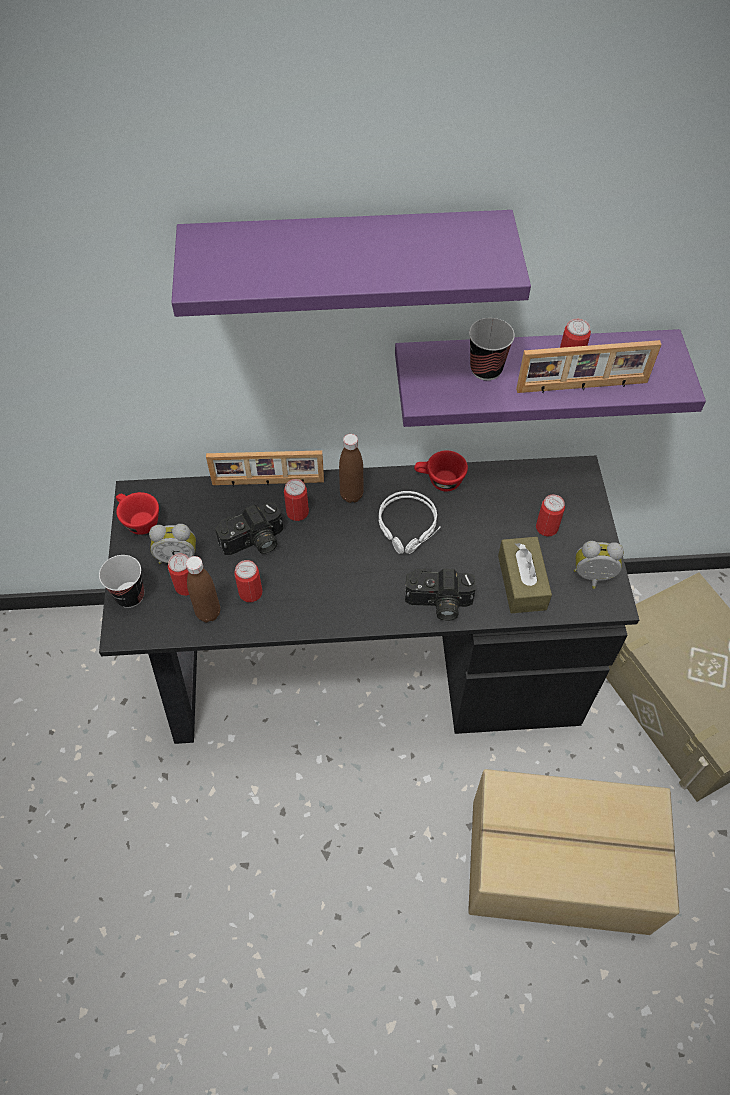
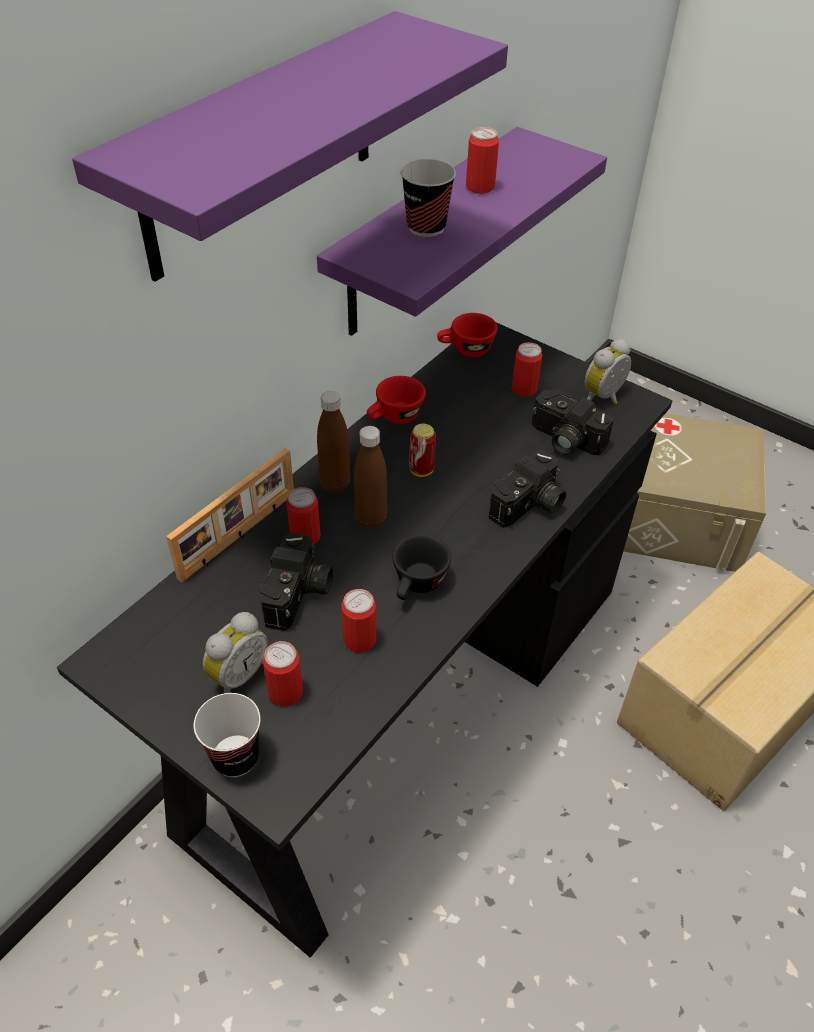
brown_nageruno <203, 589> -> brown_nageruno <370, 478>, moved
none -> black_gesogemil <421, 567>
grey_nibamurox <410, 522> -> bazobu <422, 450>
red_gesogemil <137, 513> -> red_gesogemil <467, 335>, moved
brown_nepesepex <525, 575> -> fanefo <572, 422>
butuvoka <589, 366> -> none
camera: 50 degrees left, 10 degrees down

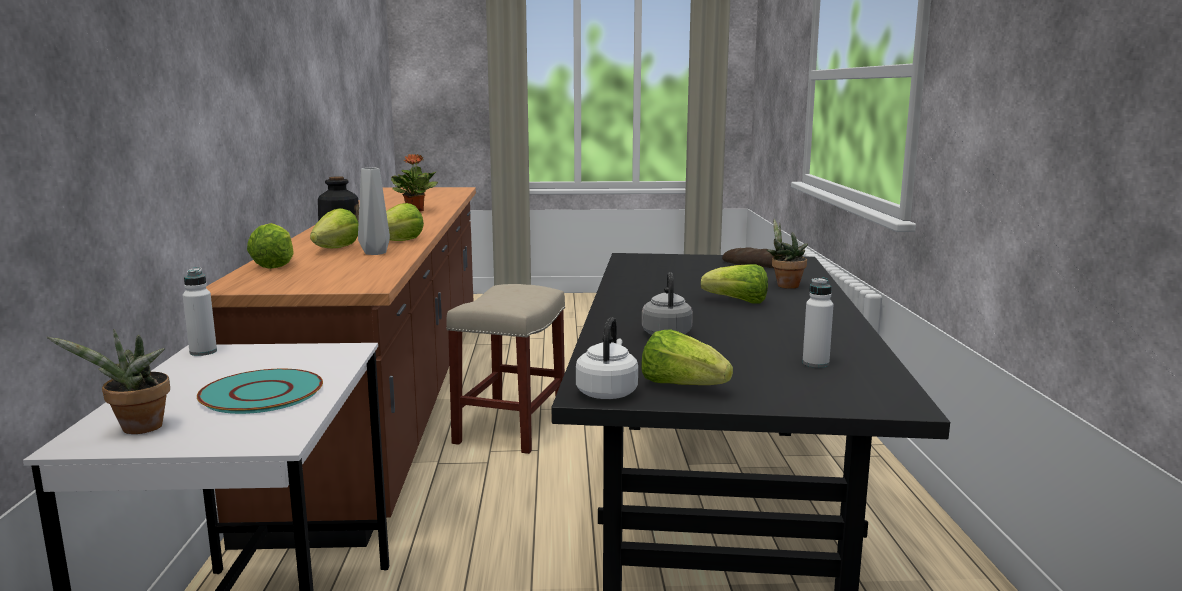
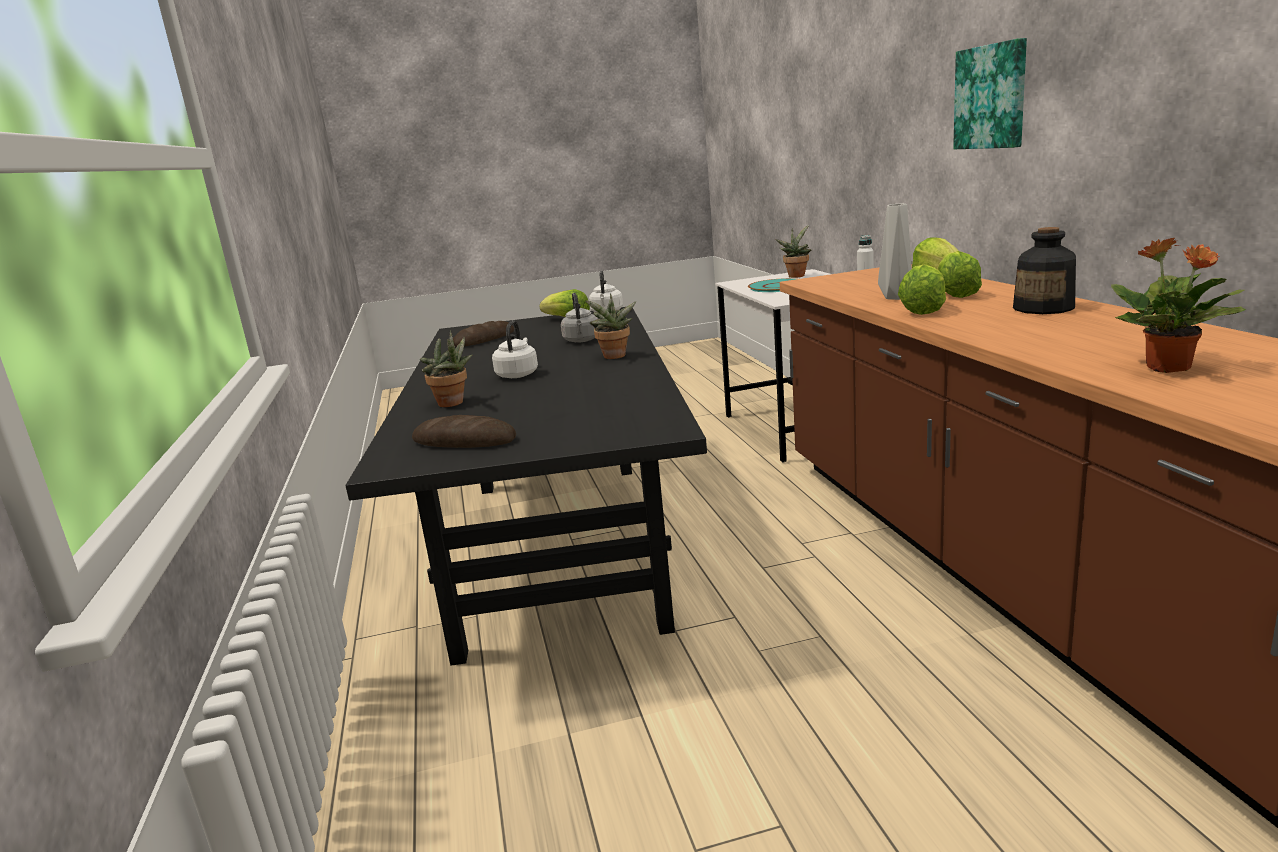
white_nageruno <818, 322> -> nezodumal <483, 334>
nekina <734, 283> -> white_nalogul <515, 349>
none -> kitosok <611, 326>
none -> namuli <990, 93>
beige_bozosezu <505, 369> -> none
camera: 170 degrees right, 5 degrees up

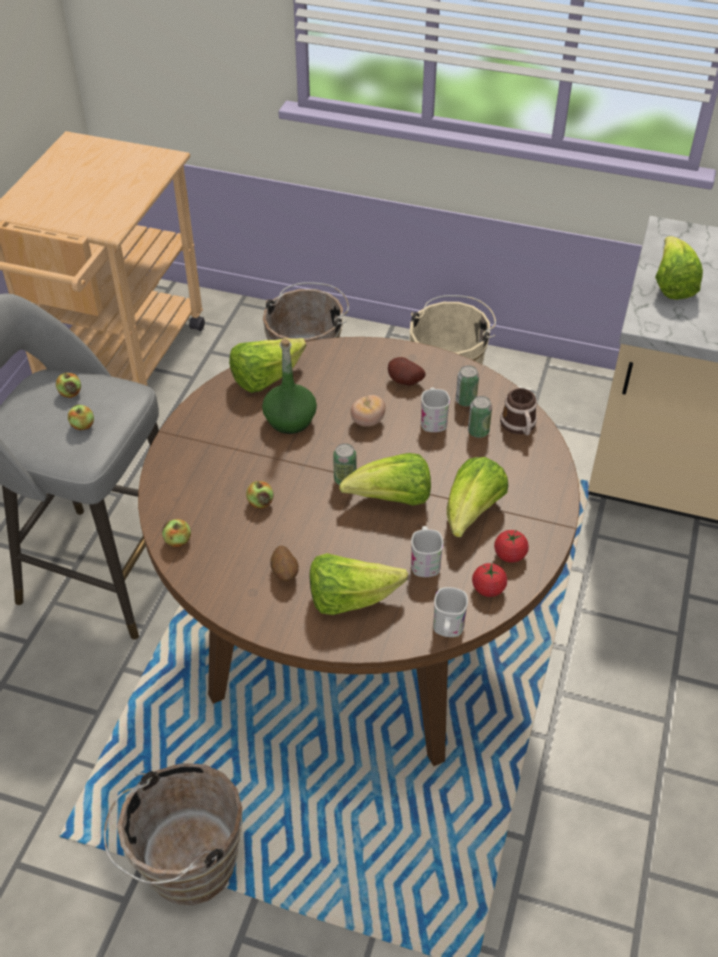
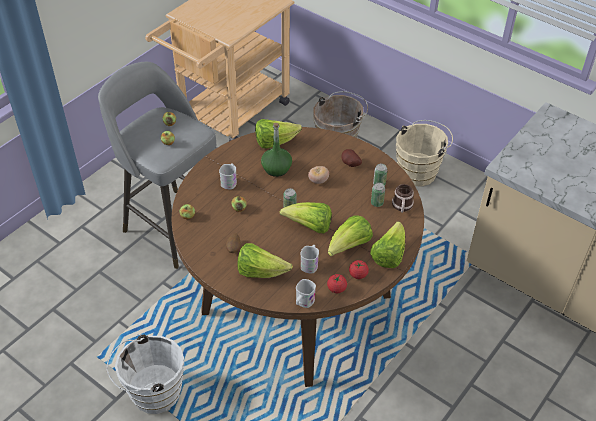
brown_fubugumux <173, 834> -> white_fubugumux <145, 374>
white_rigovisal <435, 410> -> white_rigovisal <228, 176>, moved
nekina <679, 268> -> nekina <387, 244>, moved
camera: 20 degrees right, 0 degrees up

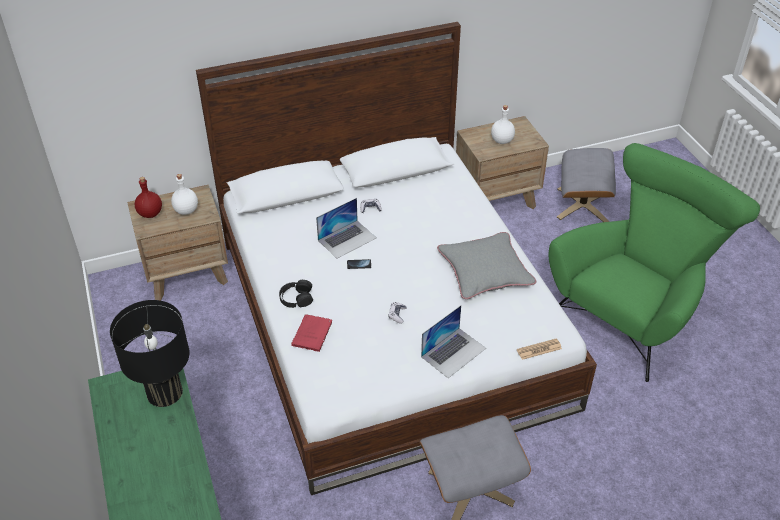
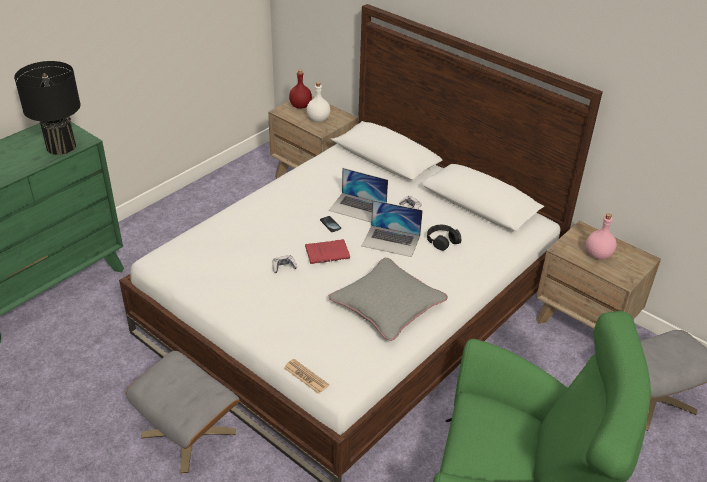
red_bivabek <311, 333> -> red_bivabek <327, 251>, moved
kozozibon <453, 341> -> kozozibon <392, 228>, moved
black_nibamurox <296, 294> -> black_nibamurox <444, 238>, moved
white_nageruno <503, 124> -> pink_nageruno <601, 237>
camera: 60 degrees right, 5 degrees down

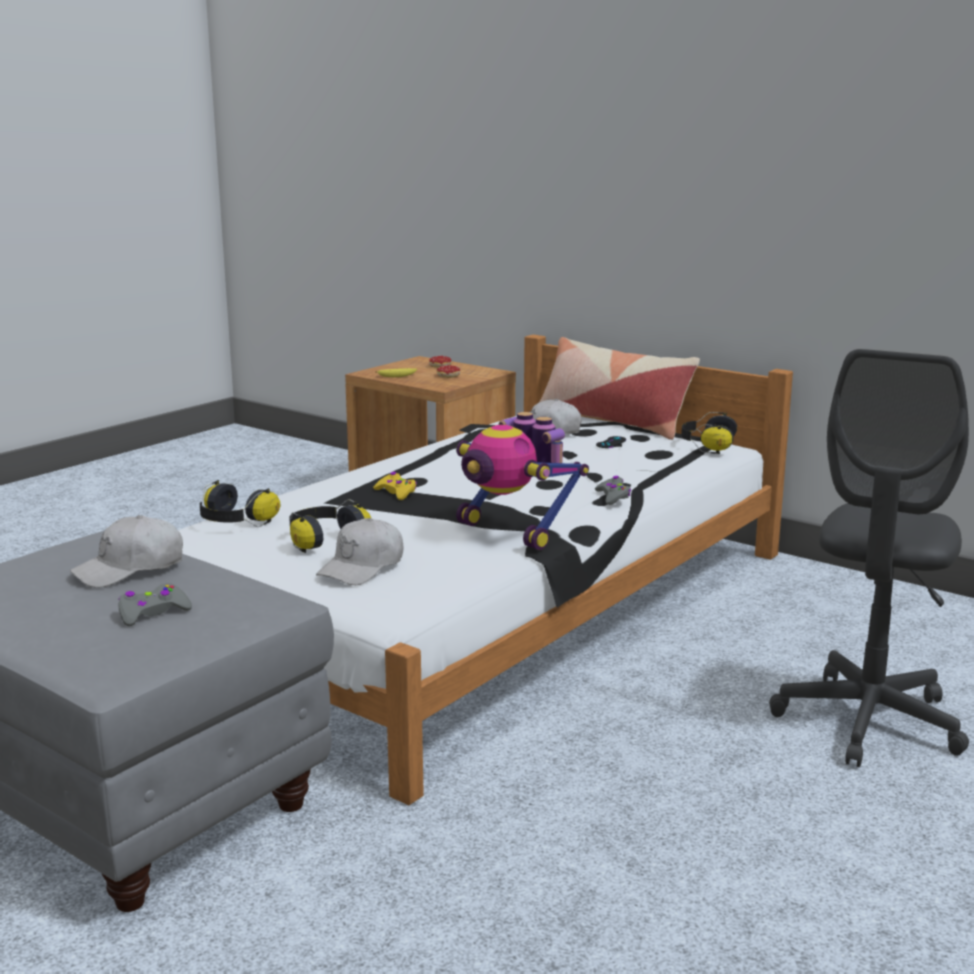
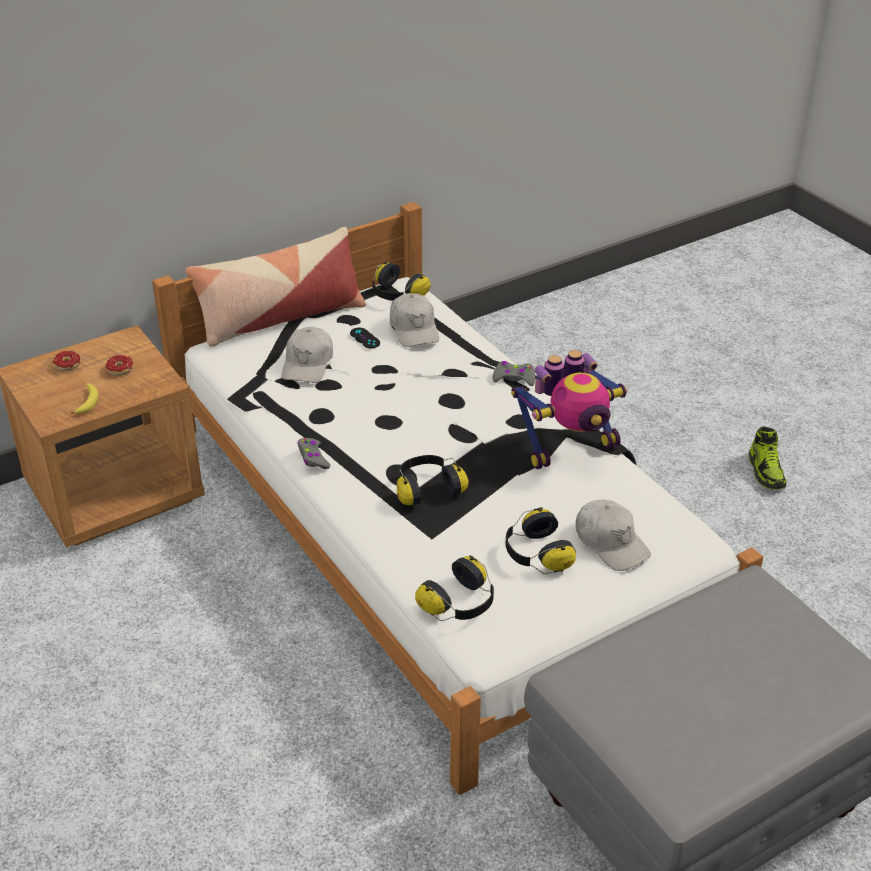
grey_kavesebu <155, 604> -> grey_kavesebu <313, 453>, moved
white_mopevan <126, 551> -> white_mopevan <414, 320>, moved
yellow_kavesebu <395, 486> -> nibamurox <433, 480>
none -> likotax <768, 458>
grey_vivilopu <869, 558> -> none
camera: 70 degrees left, 20 degrees up

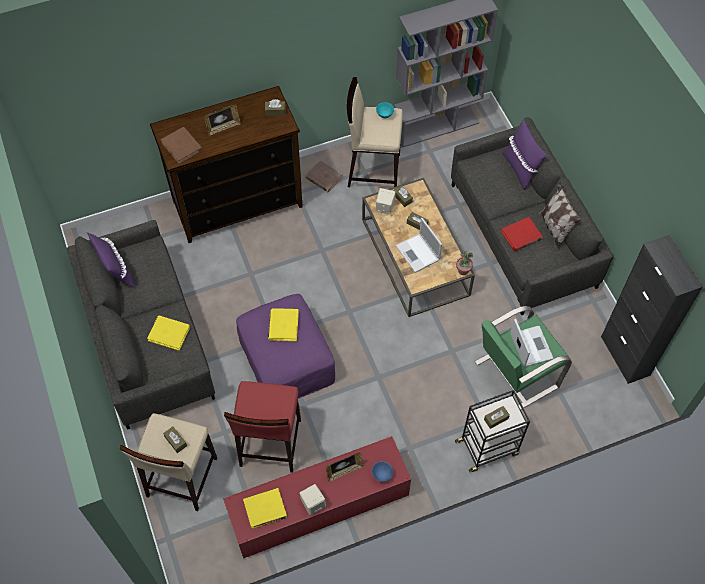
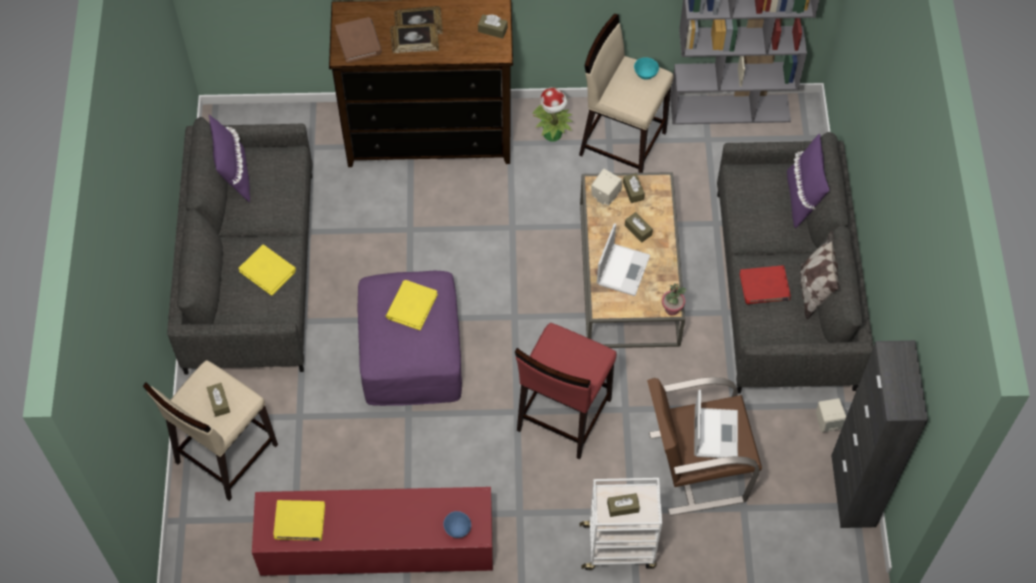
butuvoka <345, 467> -> butuvoka <414, 38>, moved
red_bozosezu <262, 427> -> red_bozosezu <565, 391>, moved
brown_bivabek <324, 176> -> kitosok <552, 114>
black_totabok <492, 431> -> white_totabok <621, 524>
kozozibon <419, 245> -> kozozibon <623, 259>, 150 degrees counterclockwise
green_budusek <523, 358> -> brown_budusek <704, 446>
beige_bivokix <313, 499> -> beige_bivokix <831, 415>, moved
camera: 20 degrees right, 0 degrees up

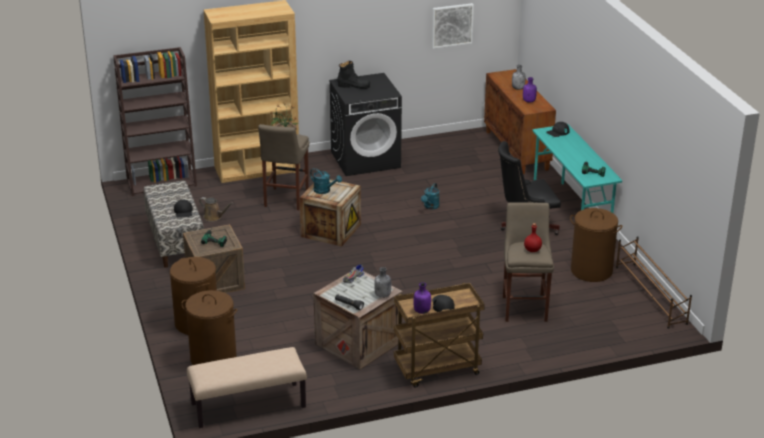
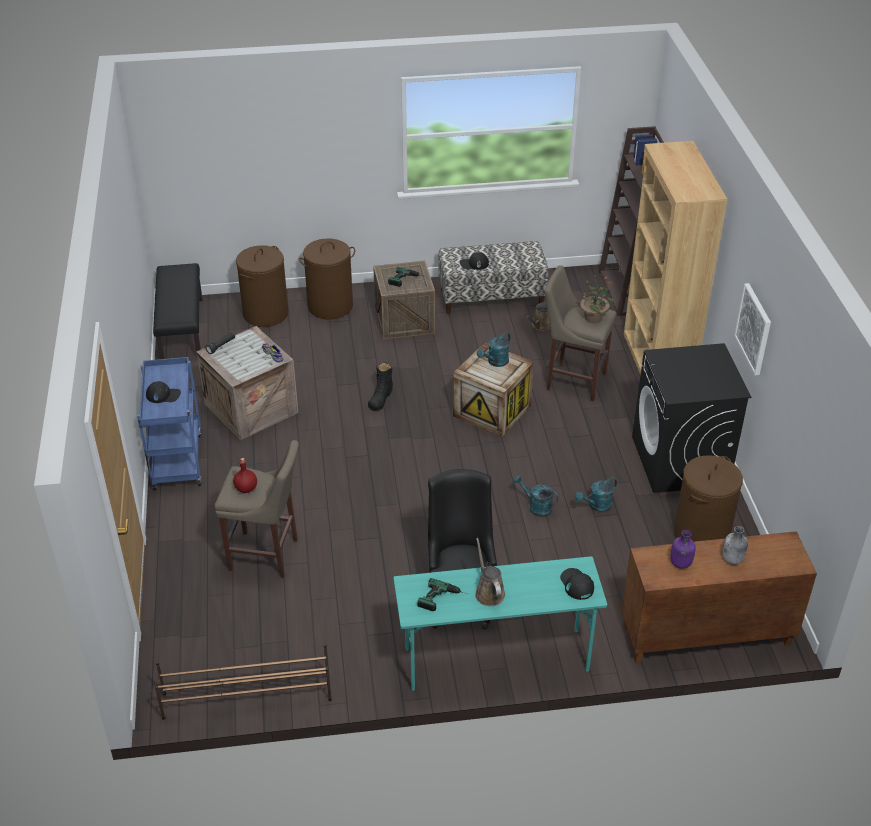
brown_totabok <439, 335> -> blue_totabok <169, 423>
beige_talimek <247, 387> -> black_talimek <177, 311>
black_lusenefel <354, 74> -> black_lusenefel <380, 386>, moved
none -> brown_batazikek <490, 572>
none -> turquoise_batazikek <596, 494>
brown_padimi <596, 245> -> brown_padimi <708, 498>, moved
namuli <453, 26> -> namuli <752, 329>, moved
grey_nageruno <382, 282> -> none
purple_nageruno <422, 298> -> none
camera: 100 degrees right, 10 degrees up

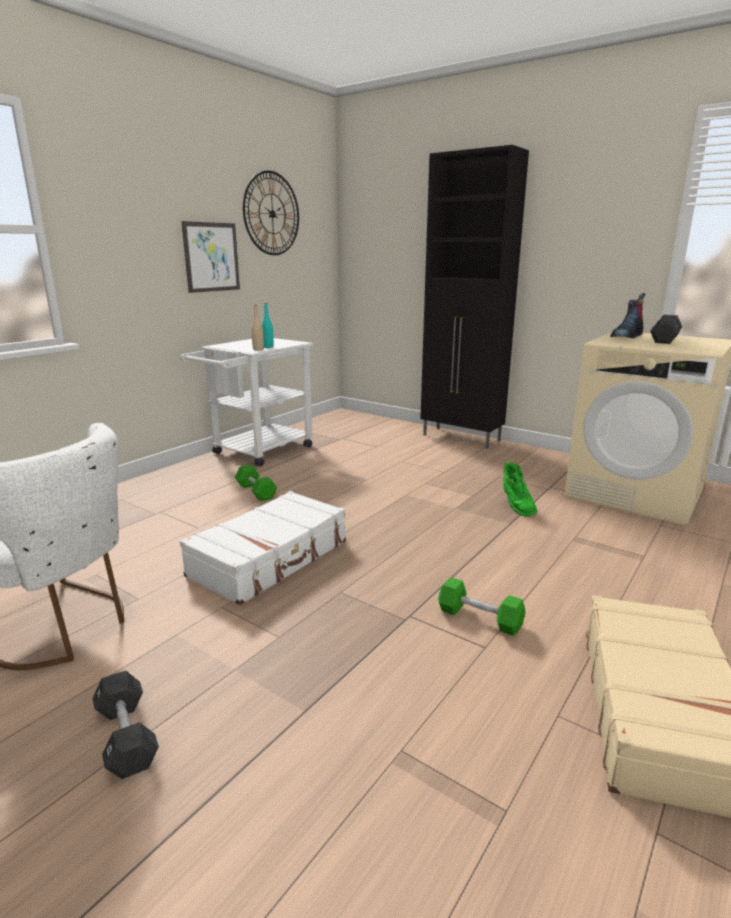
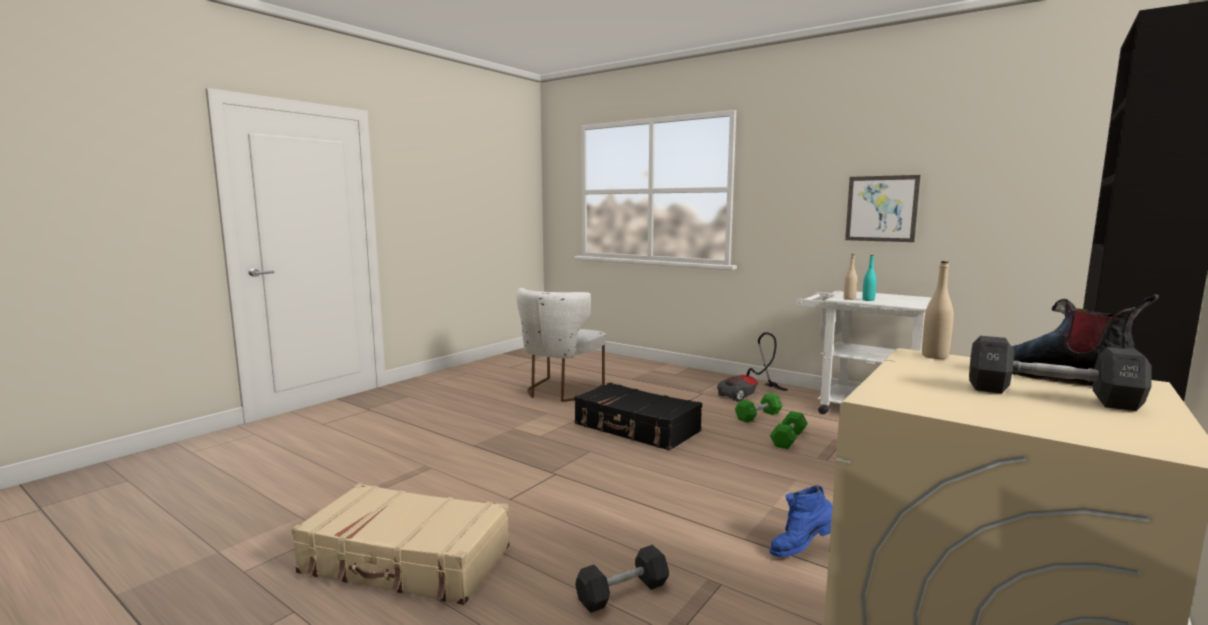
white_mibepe <263, 548> -> black_mibepe <638, 417>
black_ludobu <126, 725> -> black_ludobu <622, 579>, moved
none -> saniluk <752, 367>
green_lusenefel <520, 488> -> blue_lusenefel <800, 521>
green_ludobu <482, 606> -> green_ludobu <789, 430>, moved
none -> beige_nageruno <938, 310>
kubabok <271, 212> -> none
camera: 90 degrees right, 10 degrees down

